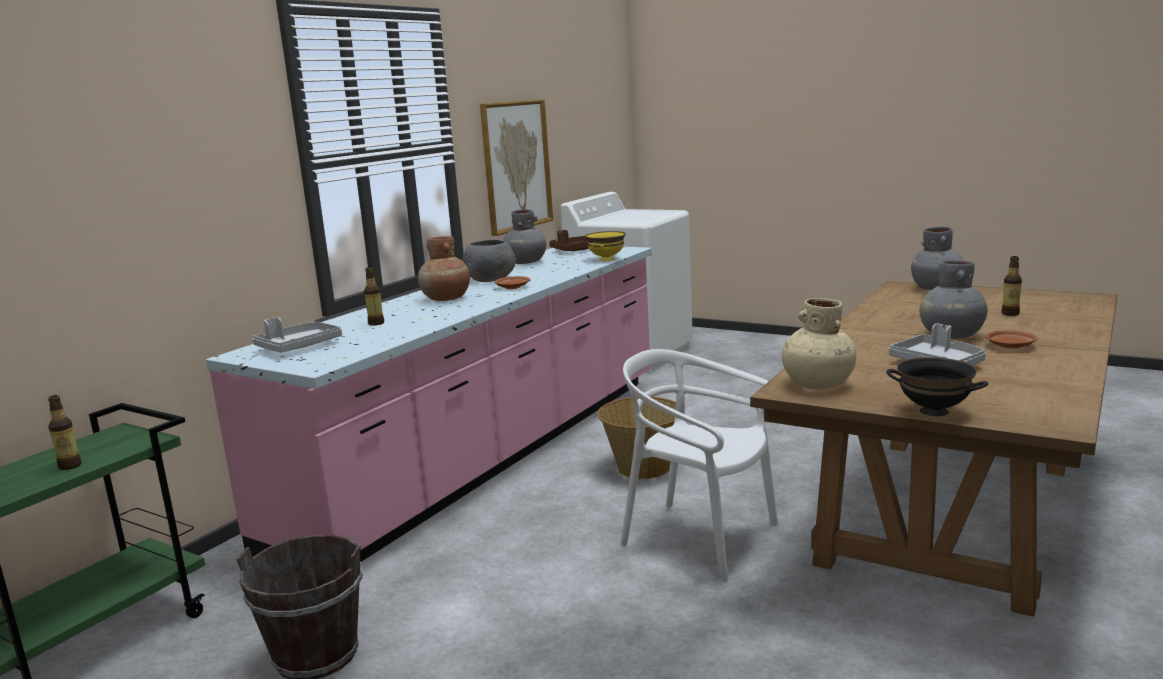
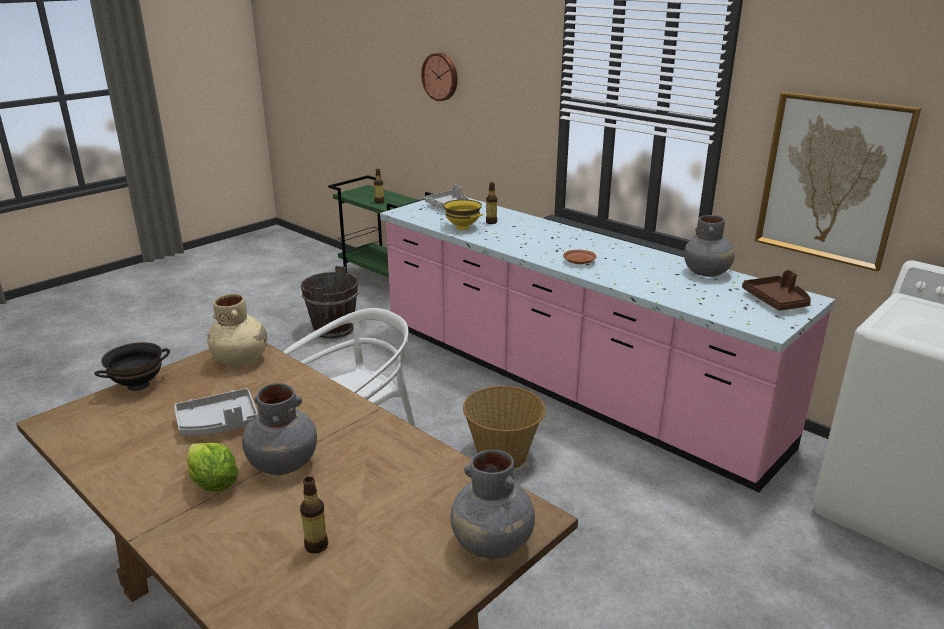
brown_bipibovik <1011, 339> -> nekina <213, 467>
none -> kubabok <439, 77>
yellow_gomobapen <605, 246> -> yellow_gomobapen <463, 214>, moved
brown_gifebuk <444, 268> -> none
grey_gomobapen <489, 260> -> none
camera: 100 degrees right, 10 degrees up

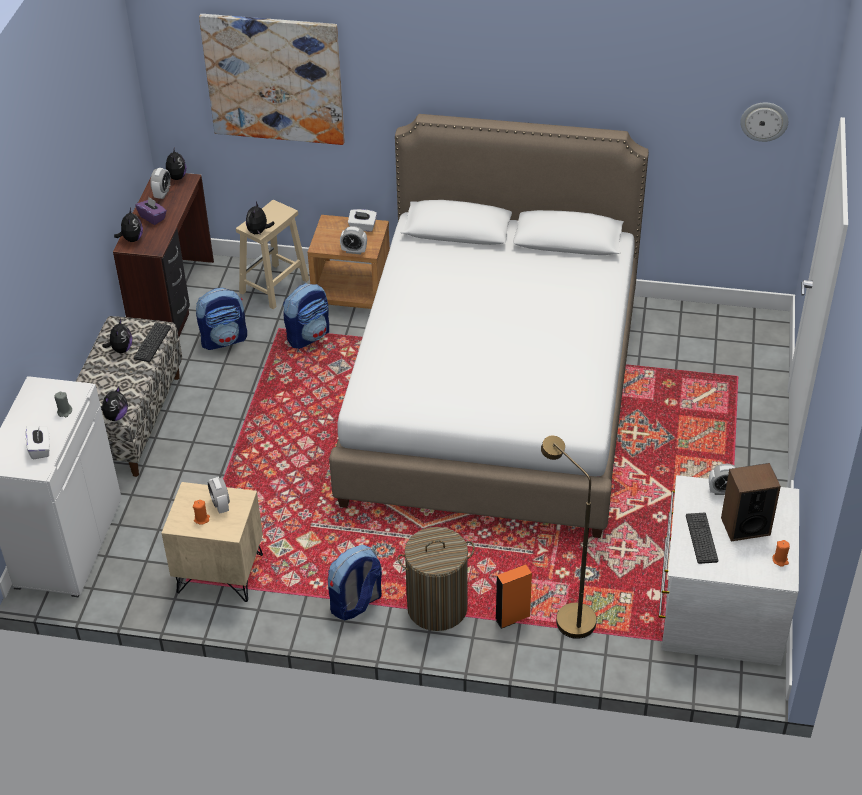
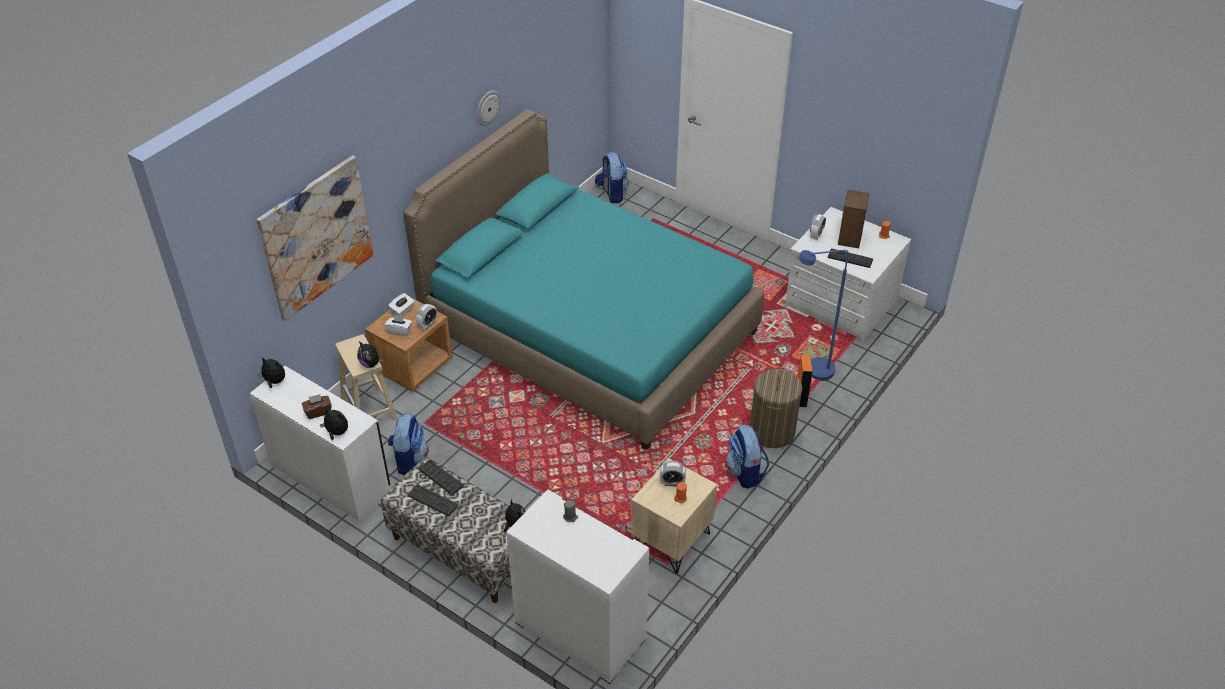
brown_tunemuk <163, 254> -> white_tunemuk <319, 444>
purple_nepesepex <151, 210> -> brown_nepesepex <317, 406>
white_nepesepex <38, 442> -> white_nepesepex <398, 325>, moved
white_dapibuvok <489, 326> -> turquoise_dapibuvok <583, 279>
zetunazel <117, 336> -> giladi <433, 500>
kubabok <764, 122> -> kubabok <489, 108>, moved
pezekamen <306, 316> -> pezekamen <612, 177>, moved
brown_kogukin <569, 537> -> blue_kogukin <824, 315>
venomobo <160, 183> -> none
camera: 65 degrees left, 0 degrees up

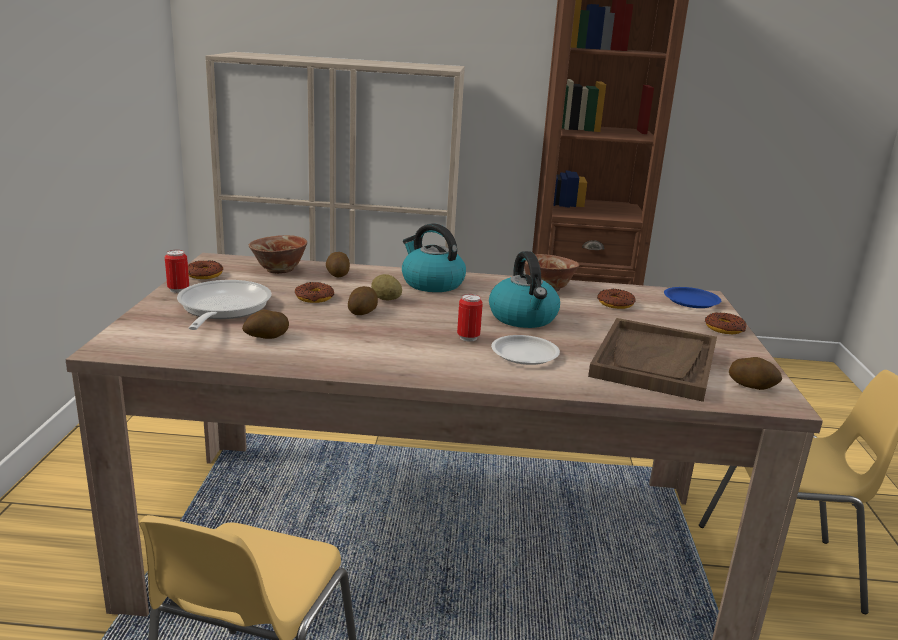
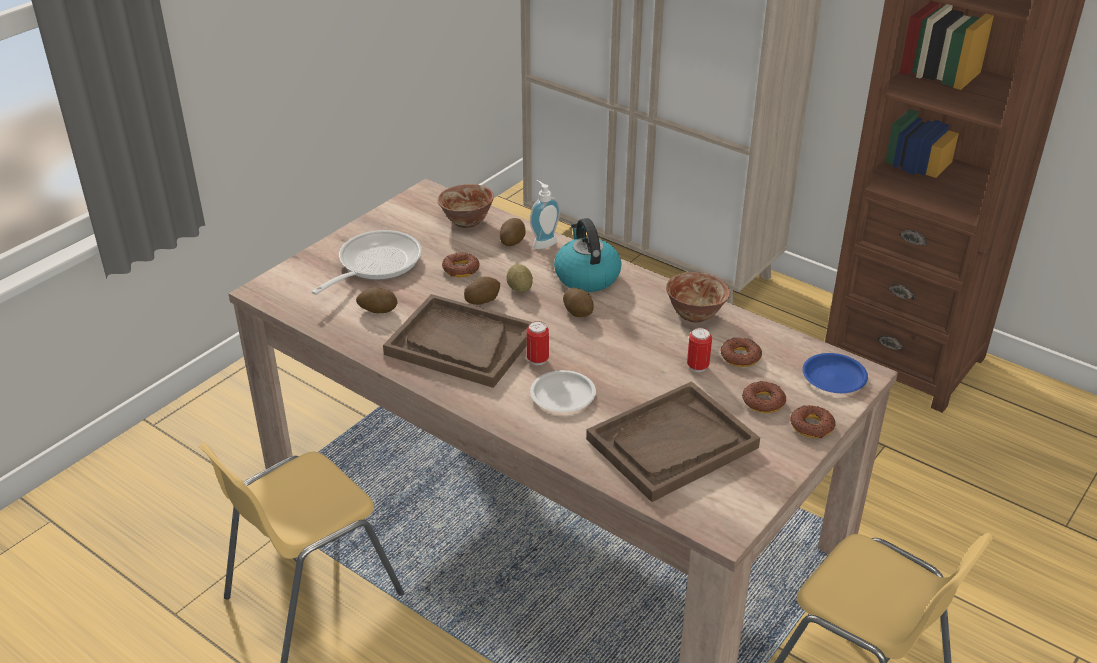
none -> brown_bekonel <457, 341>
none -> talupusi <545, 214>
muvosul <755, 373> -> muvosul <578, 302>, moved
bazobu <177, 271> -> bazobu <699, 350>, moved
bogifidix <205, 269> -> bogifidix <764, 397>, moved
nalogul <524, 289> -> none
camera: 35 degrees right, 15 degrees up

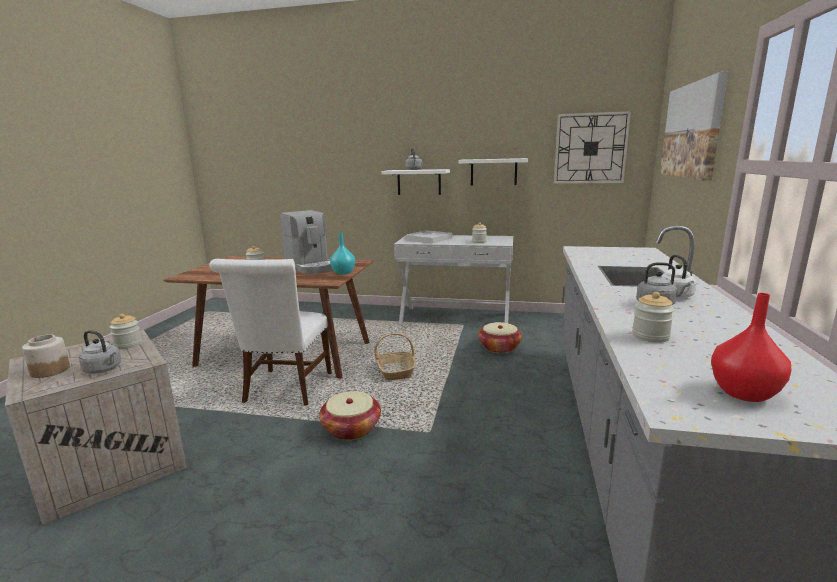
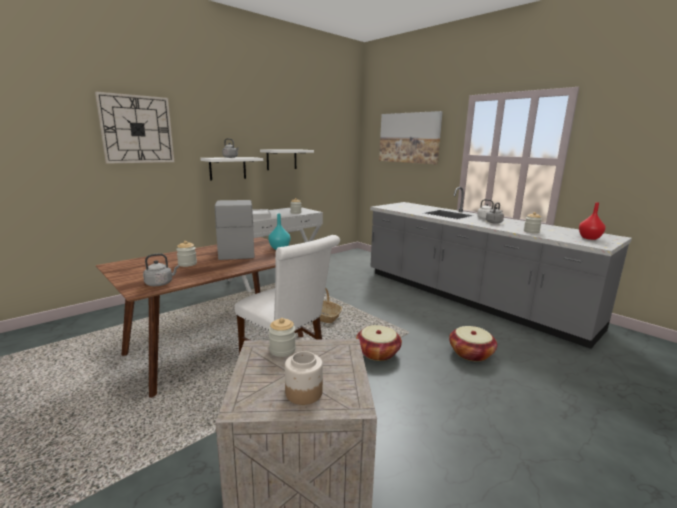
kubabok <592, 147> -> kubabok <135, 127>, moved
grey_nalogul <100, 352> -> grey_nalogul <161, 269>, moved
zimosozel <306, 242> -> zimosozel <235, 230>, 105 degrees counterclockwise
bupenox <500, 337> -> bupenox <473, 344>, moved
camera: 55 degrees left, 0 degrees up

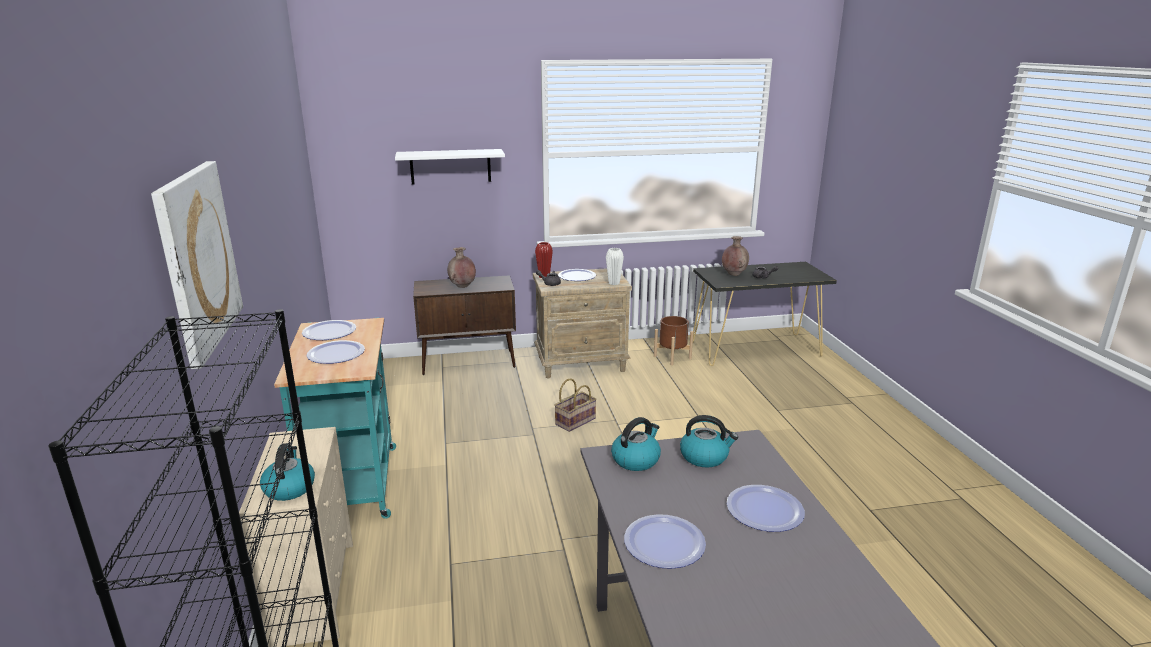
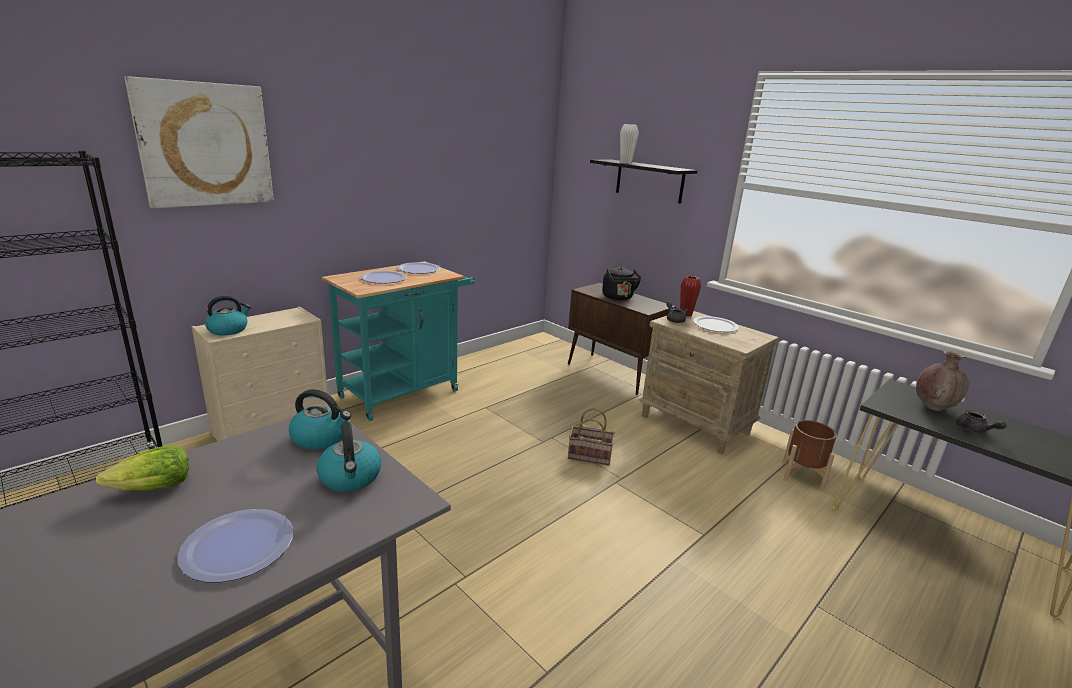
bipibovik <665, 541> -> nekina <142, 467>
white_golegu <450, 167> -> black_golegu <643, 181>
brown_gifebuk <461, 267> -> black_nalogul <621, 283>
white_gifebuk <615, 266> -> white_gifebuk <629, 144>, moved
camera: 55 degrees right, 0 degrees up

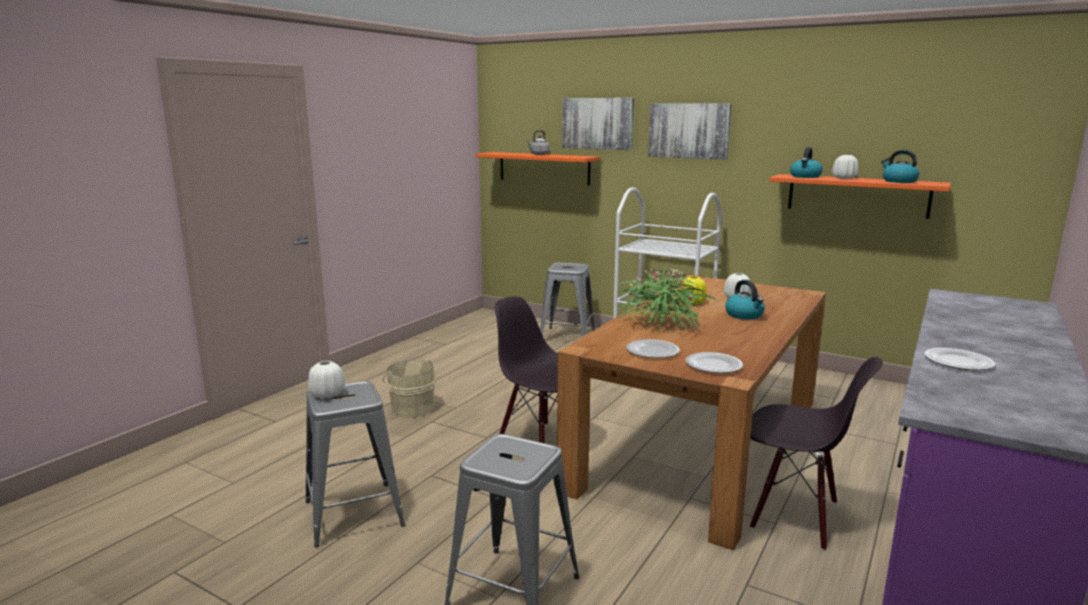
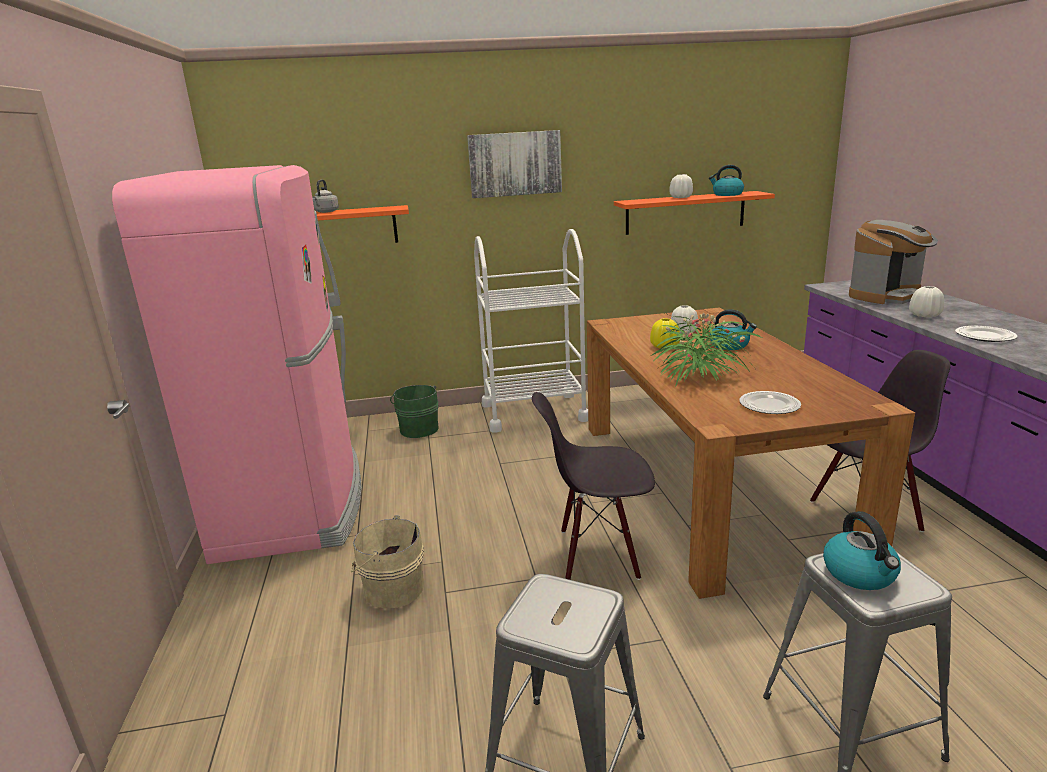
none -> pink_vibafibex <237, 364>
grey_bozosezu <567, 300> -> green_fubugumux <414, 411>
nalogul <806, 162> -> nalogul <862, 550>, moved
none -> zimosozel <893, 262>
white_gifebuk <326, 380> -> white_gifebuk <926, 301>, moved
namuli <598, 124> -> none
bipibovik <714, 362> -> none
camera: 40 degrees left, 5 degrees up

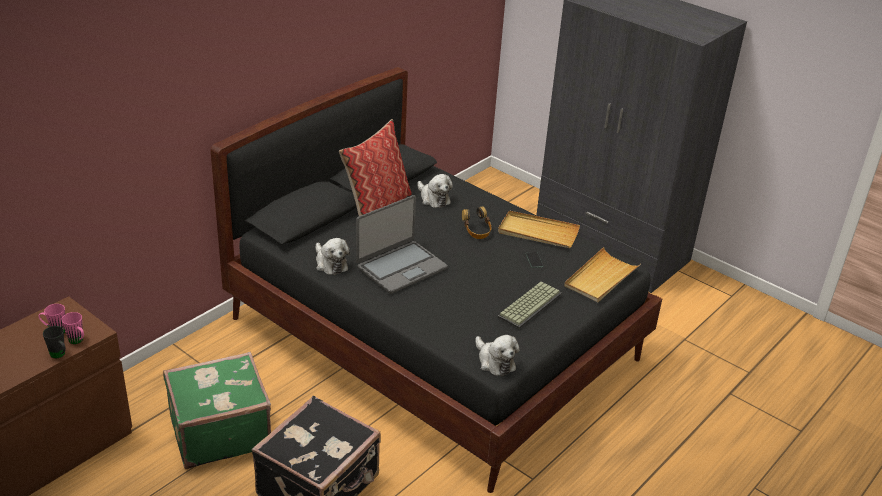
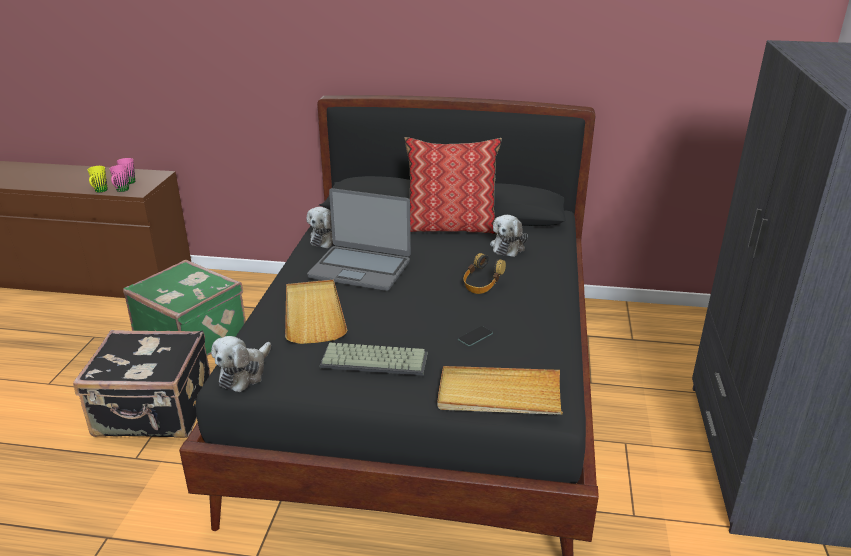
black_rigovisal <54, 342> -> yellow_rigovisal <98, 179>
beige_bekonel <539, 229> -> beige_bekonel <316, 312>, moved
camera: 60 degrees right, 5 degrees down

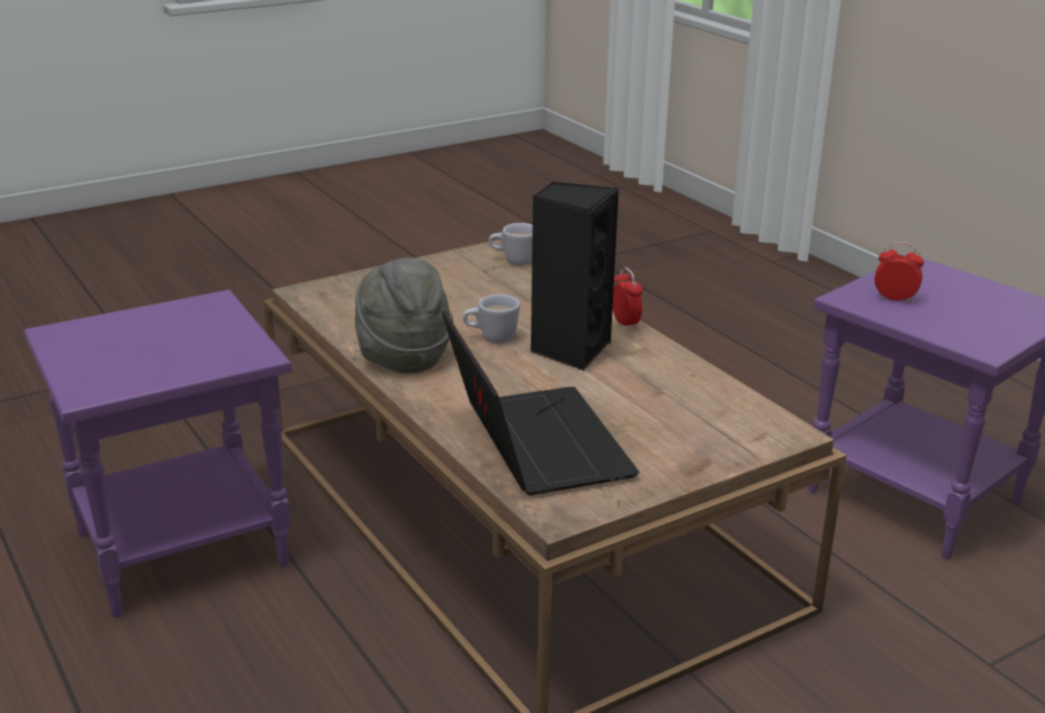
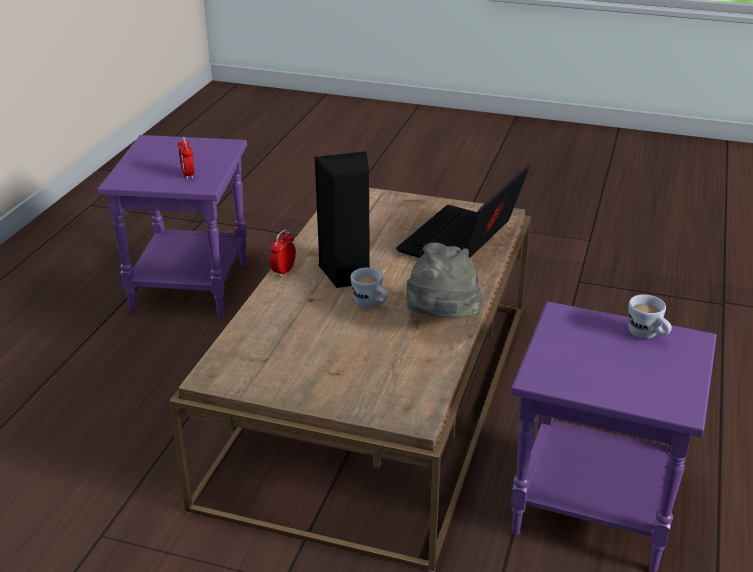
white_rigovisal <511, 244> -> white_rigovisal <650, 316>, moved
camera: 130 degrees left, 5 degrees up

